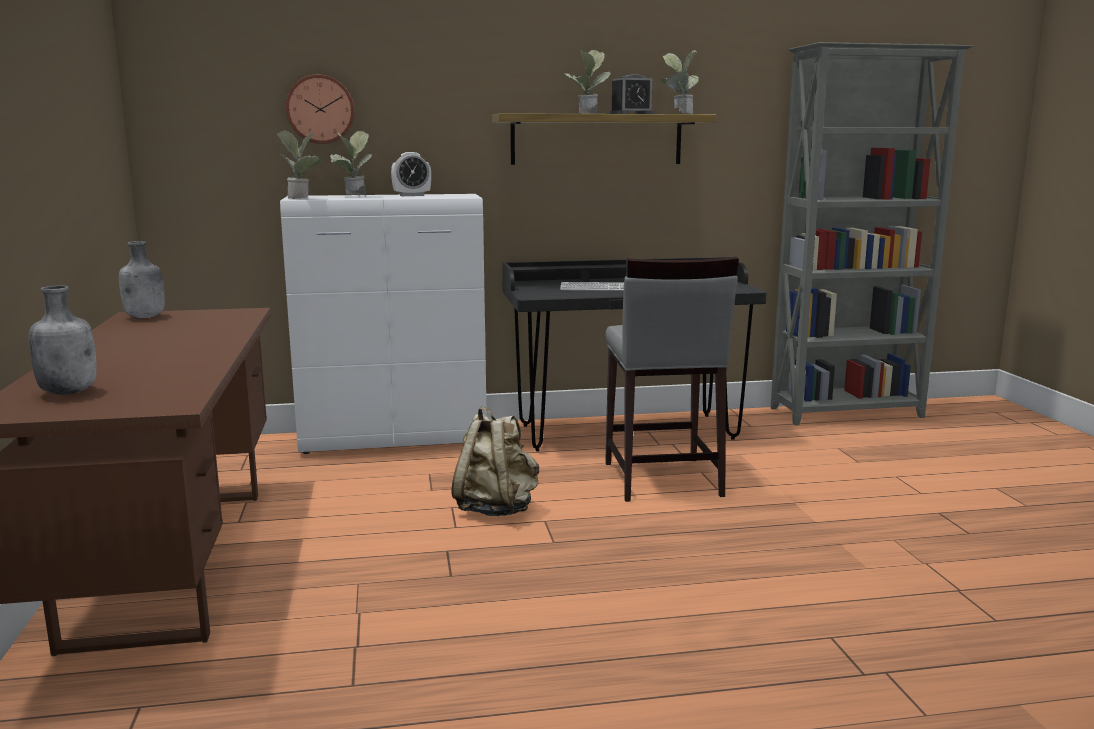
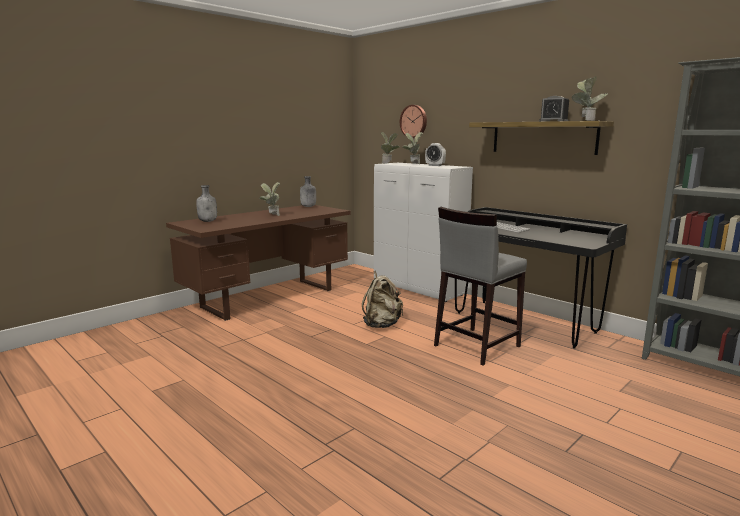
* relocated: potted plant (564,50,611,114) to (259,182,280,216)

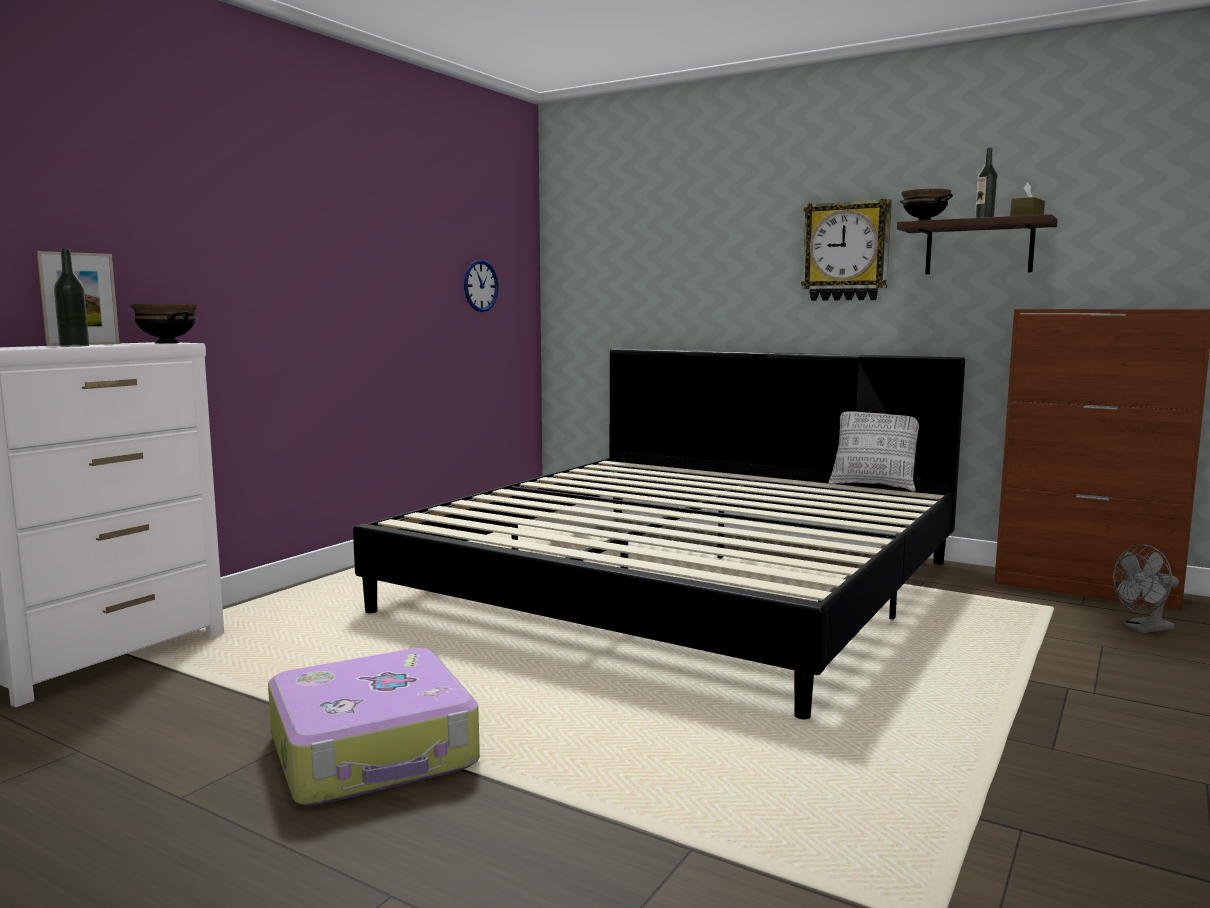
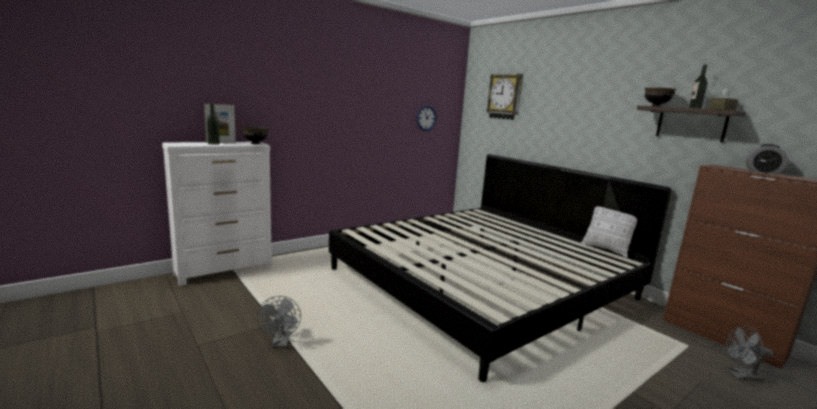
* appeared: alarm clock (746,144,788,175)
* relocated: wall clock (801,199,892,301) to (486,74,523,120)
* exchanged: suitcase (268,648,480,806) to grey fan (257,296,301,347)

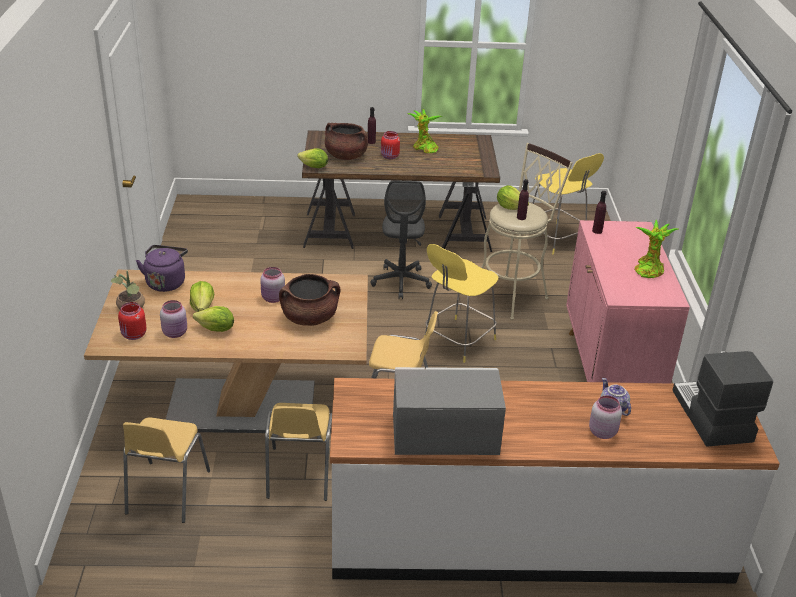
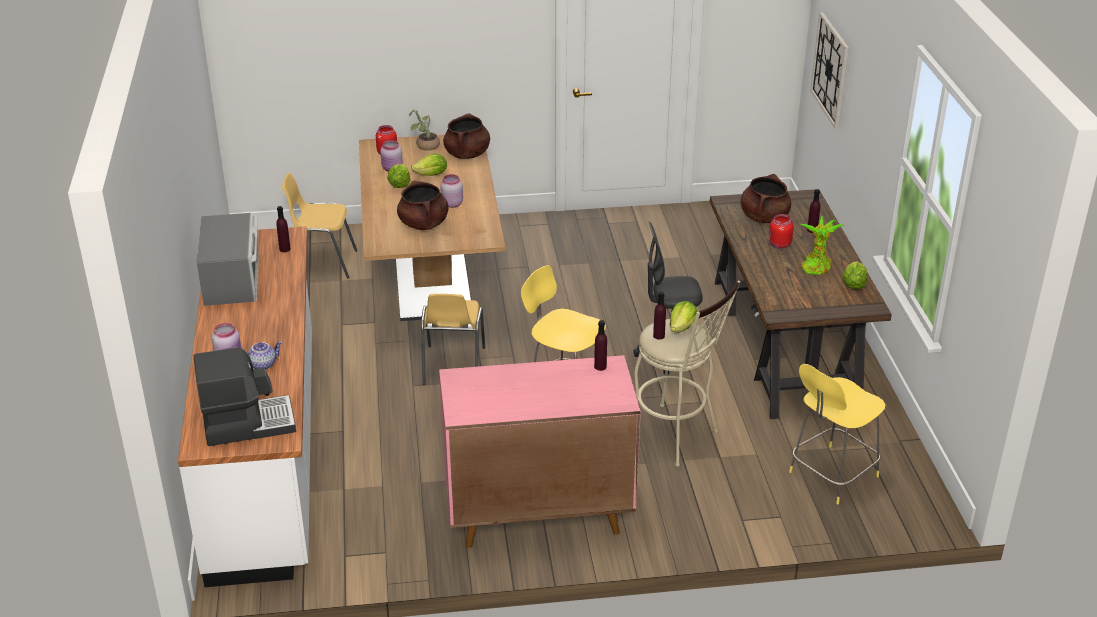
* missing: yellow chair (265,403,332,501)
* missing: potted plant (635,220,679,278)
* appeared: purple bottle (276,206,290,252)
* appeared: wall clock (810,12,849,129)
* relocated: lettuce (297,148,328,168) to (843,261,867,289)
* exchanged: purple kettle (136,245,188,292) to brown cooking pot (443,113,490,159)

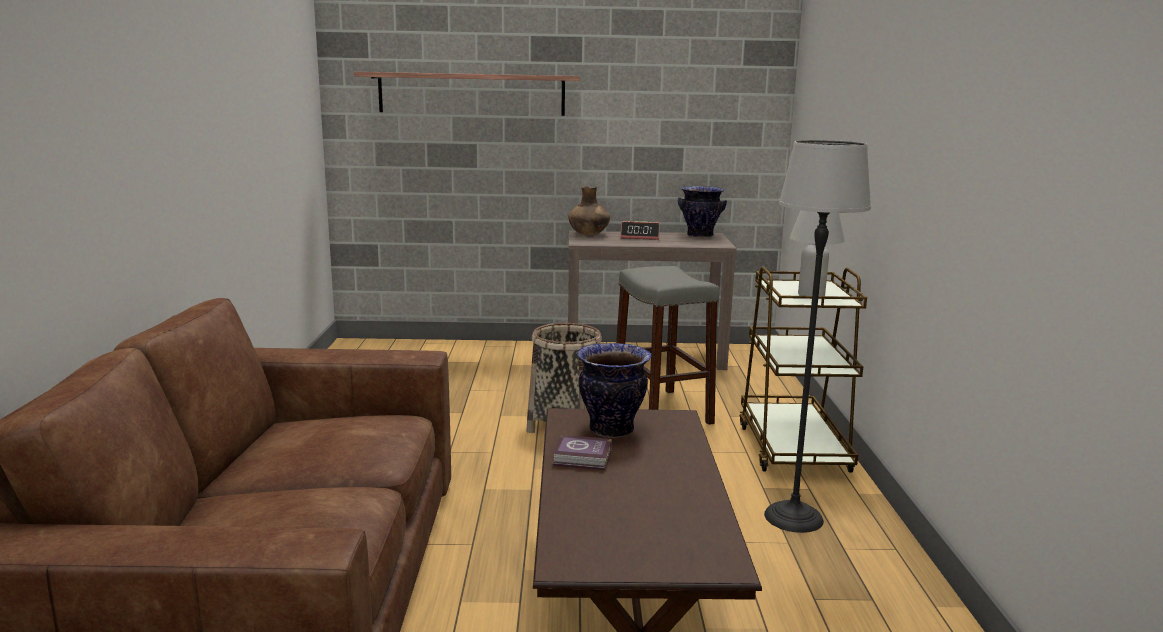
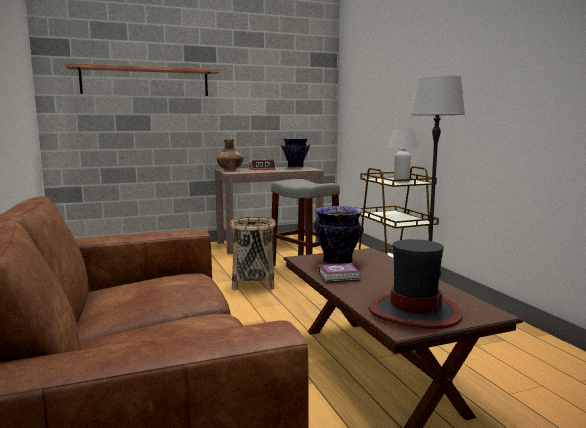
* appeared: hat (369,239,463,329)

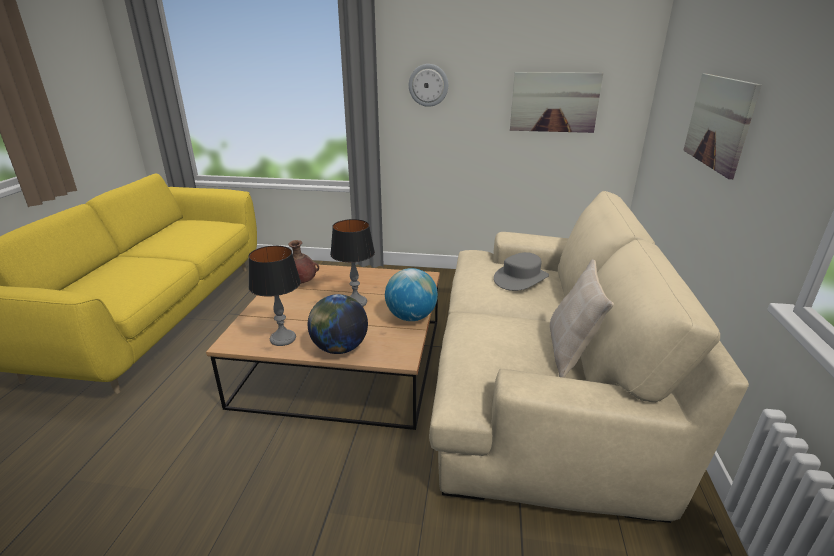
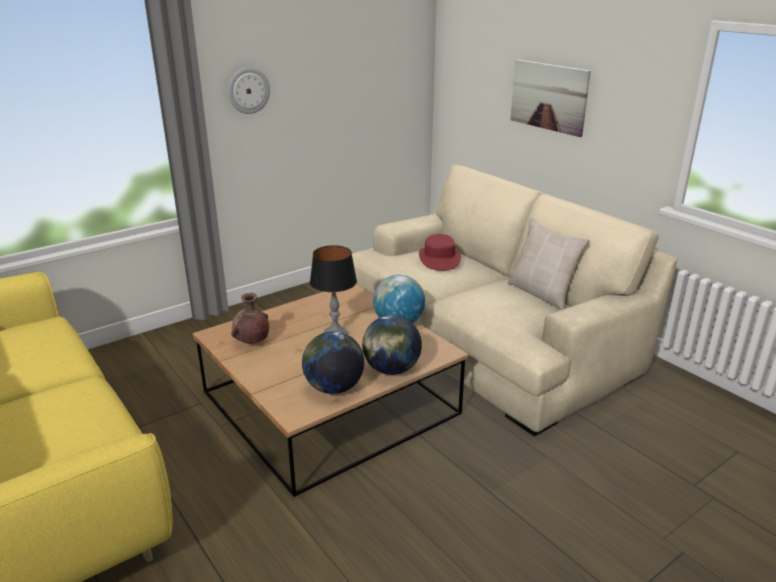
* missing: picture (510,72,603,133)
* exchanged: table lamp (249,246,301,346) to globe (302,331,364,394)
* colour: grey hat (494,252,549,291) to red hat (419,234,461,271)

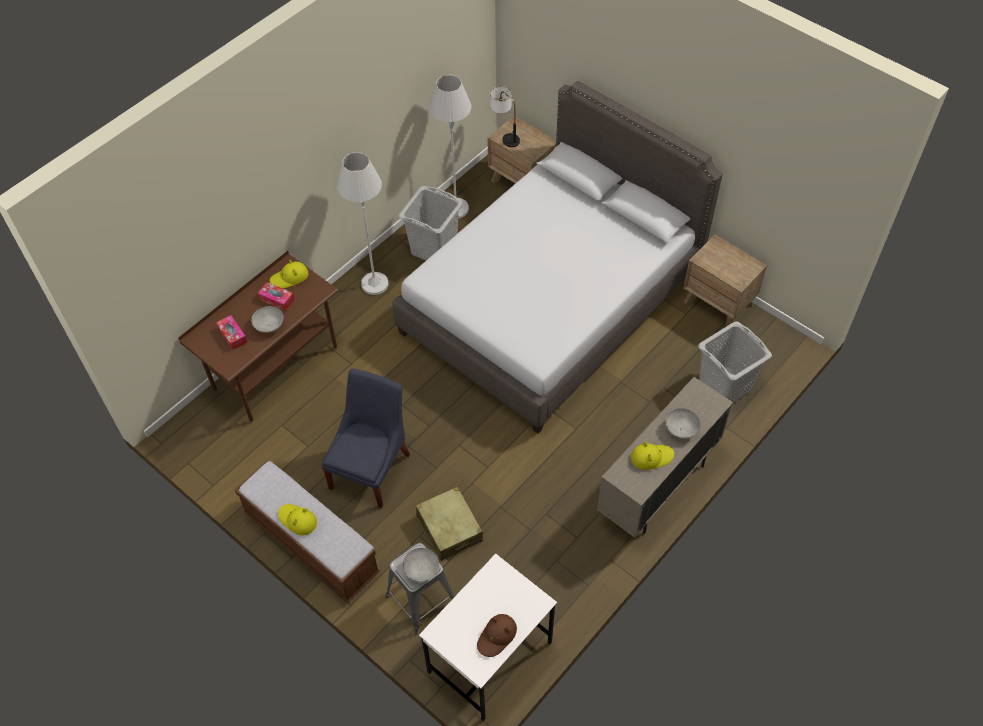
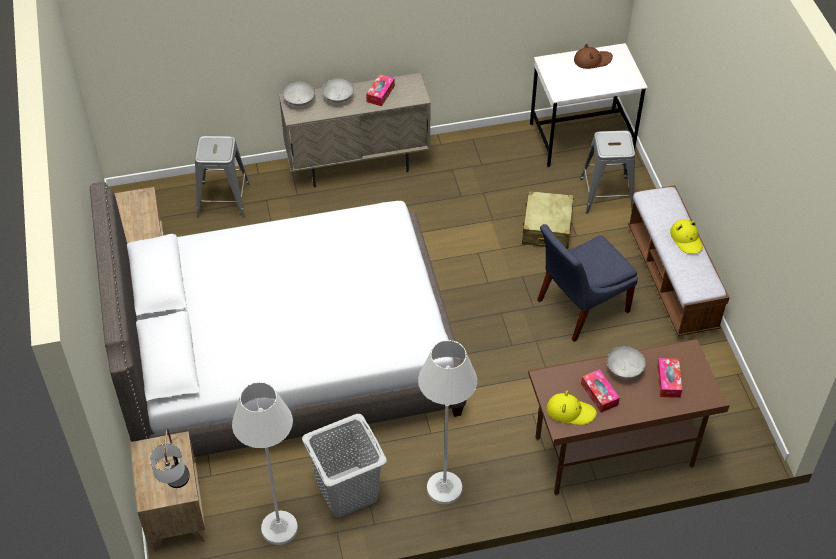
* relocated: grey bowl (403,548,439,582) to (283,82,315,106)
* exchanged: yellow hat (631,442,674,470) to tissue box (366,74,395,106)
* exchanged: grey laundry basket (698,322,772,403) to grey stool (195,136,250,218)

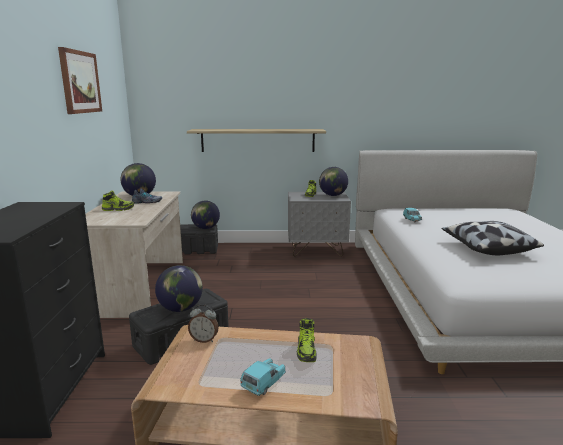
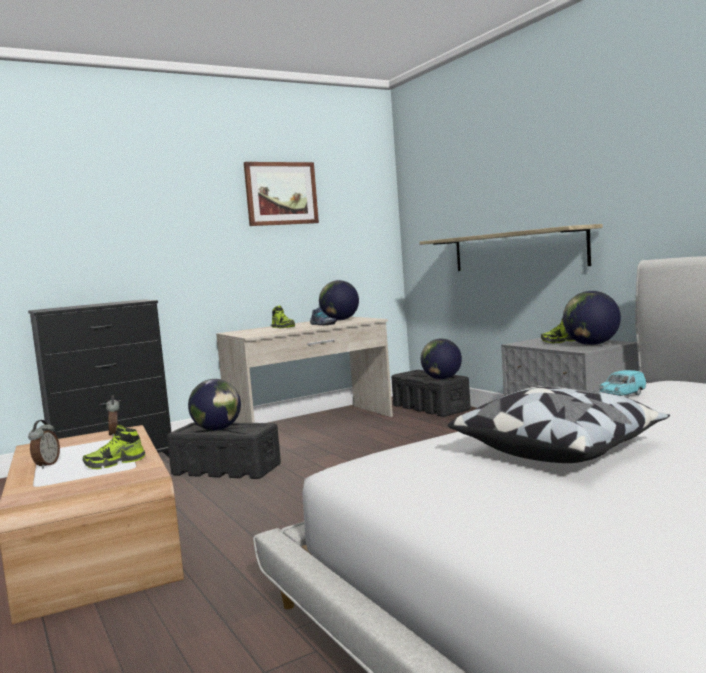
* exchanged: turquoise toy car (240,358,286,396) to alarm clock (28,420,60,469)

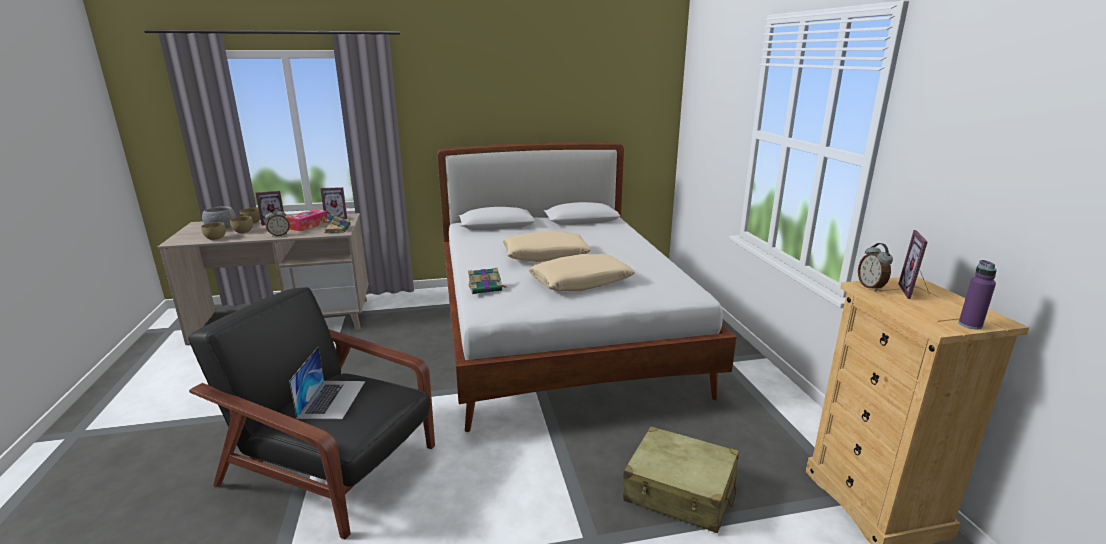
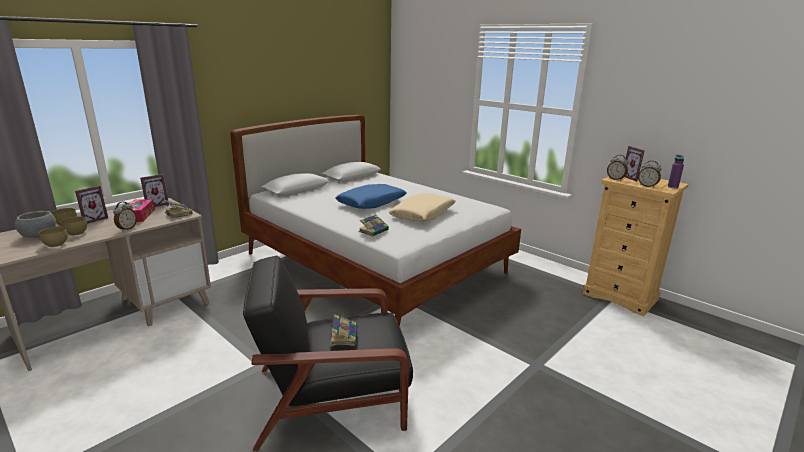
* missing: beige suitcase (623,426,739,533)
* appeared: alarm clock (638,161,661,188)
* exchanged: laptop (289,347,365,419) to book (330,314,357,346)
* colour: beige pillow (503,231,591,262) to blue pillow (335,184,407,209)

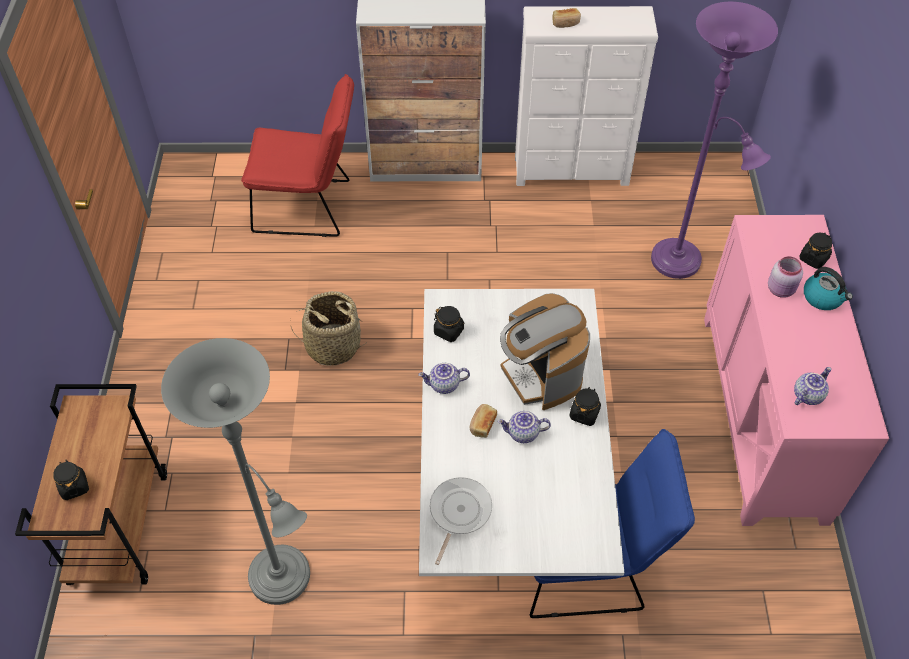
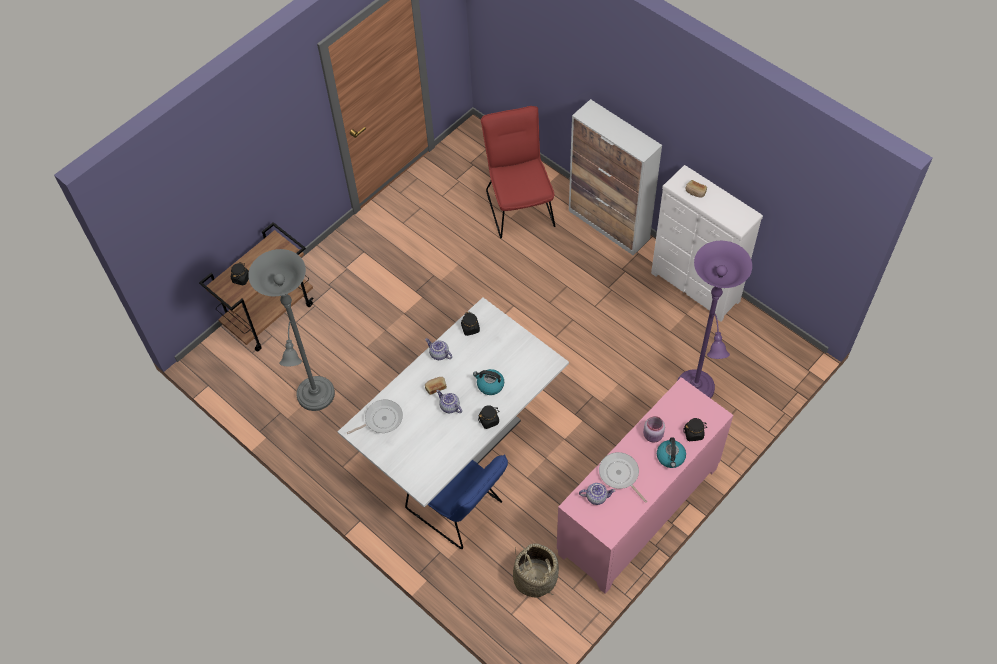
* appeared: frying pan (599,452,647,503)
* relocated: basket (291,291,368,366) to (513,544,559,597)
* exchanged: coffee machine (500,293,590,410) to kettle (473,369,504,395)
* spun: red chair (241,74,354,237) = (481,106,555,238) 150 degrees counterclockwise

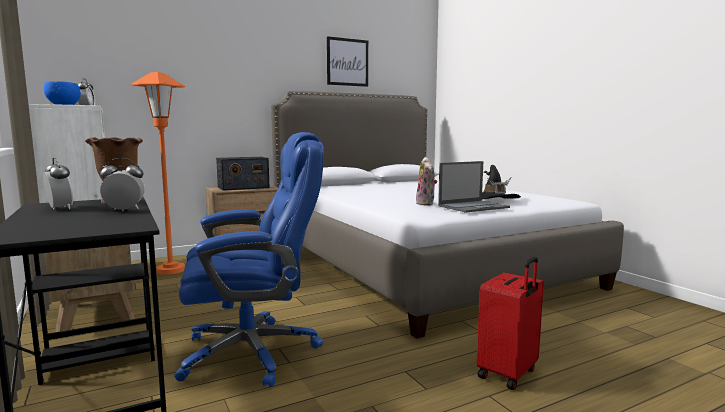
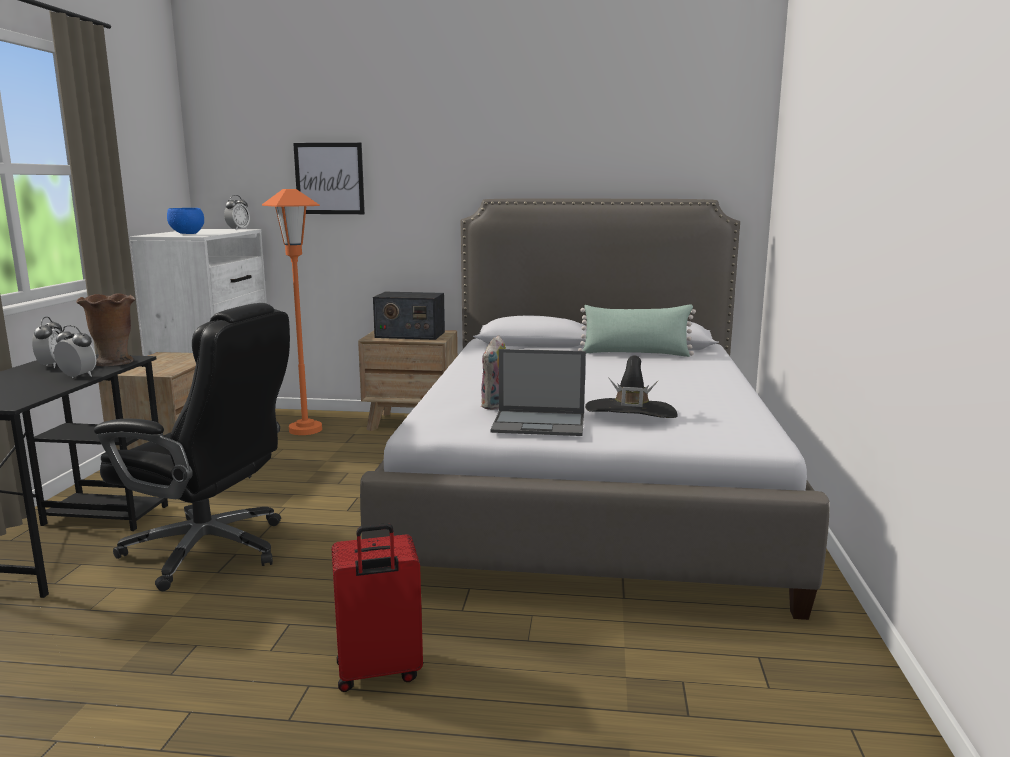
* appeared: green pillow (578,304,696,357)
* relocated: picture (327,36,368,87) to (293,143,365,214)
* colour: blue office chair (174,132,324,387) to black office chair (94,303,290,591)

